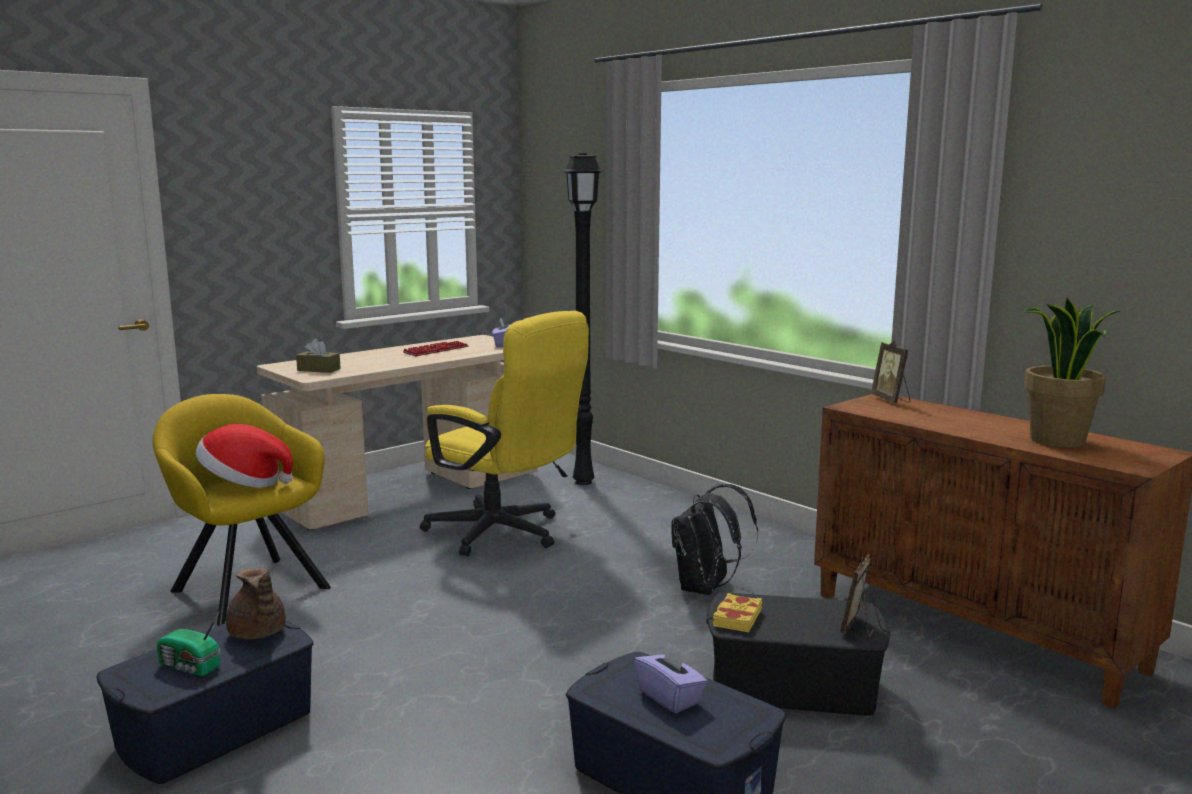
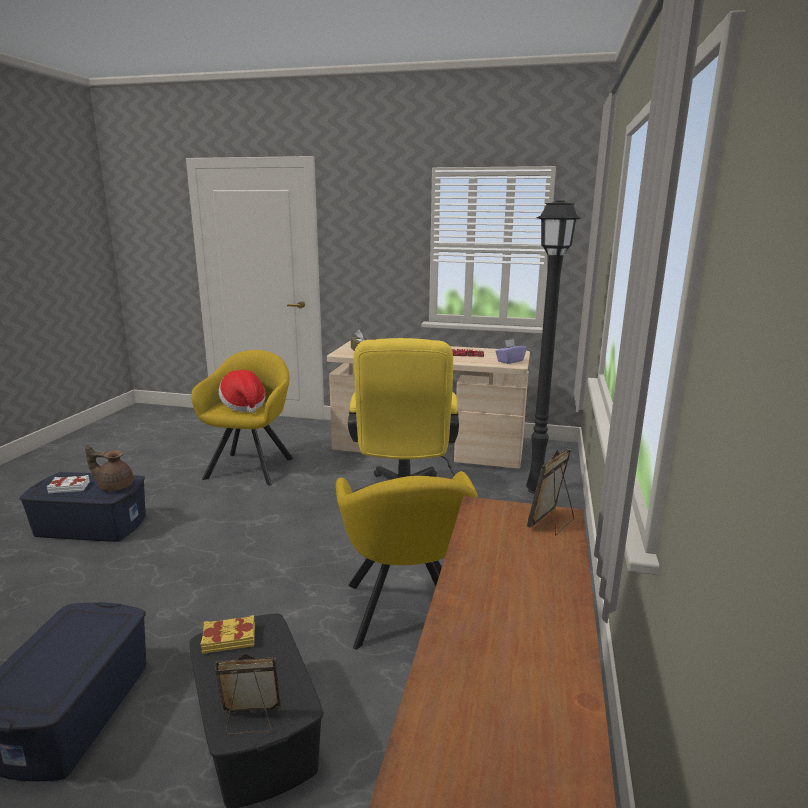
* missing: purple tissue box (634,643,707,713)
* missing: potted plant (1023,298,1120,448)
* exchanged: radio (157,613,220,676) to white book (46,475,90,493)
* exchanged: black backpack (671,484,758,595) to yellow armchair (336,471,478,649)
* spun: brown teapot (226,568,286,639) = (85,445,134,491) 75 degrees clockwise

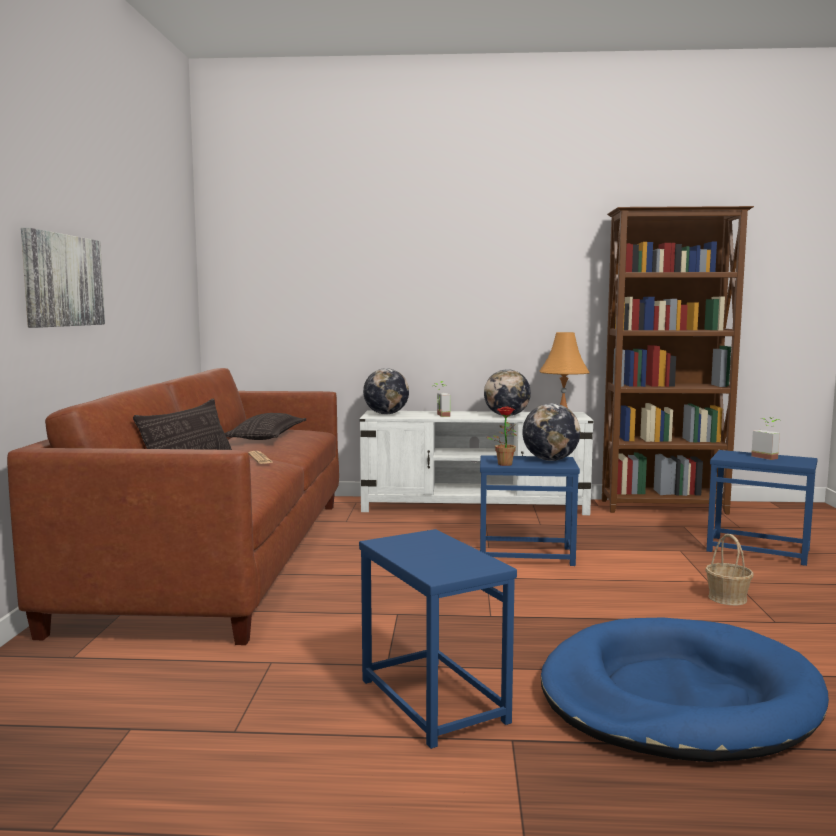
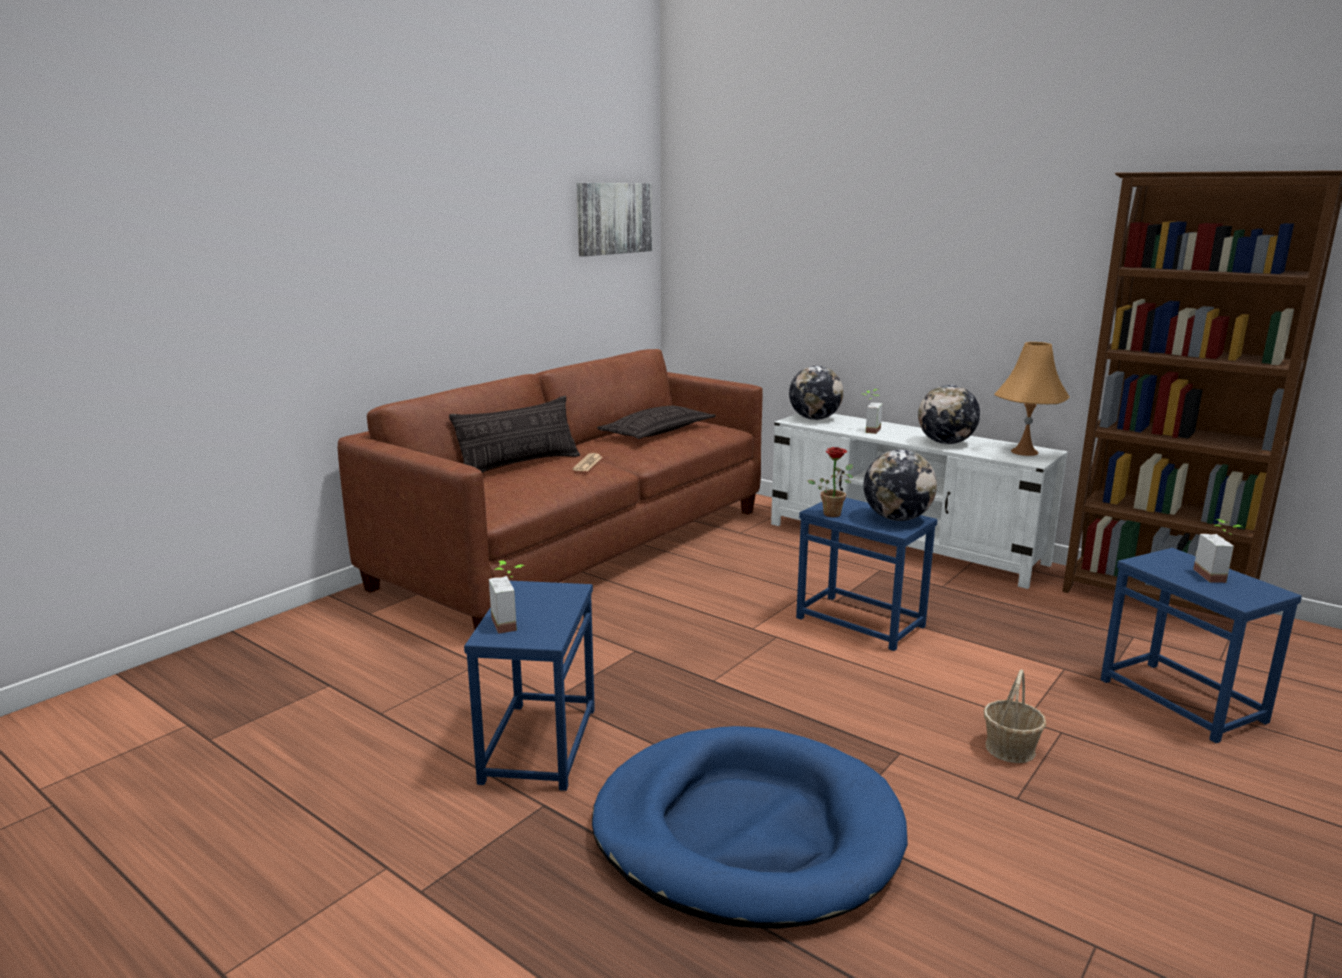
* appeared: potted plant (489,560,525,634)
* relocated: picture (21,228,105,328) to (577,183,652,256)

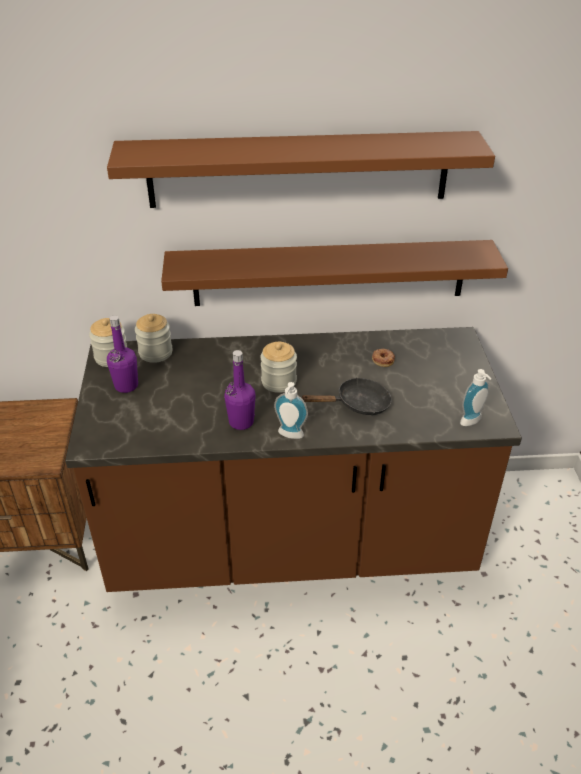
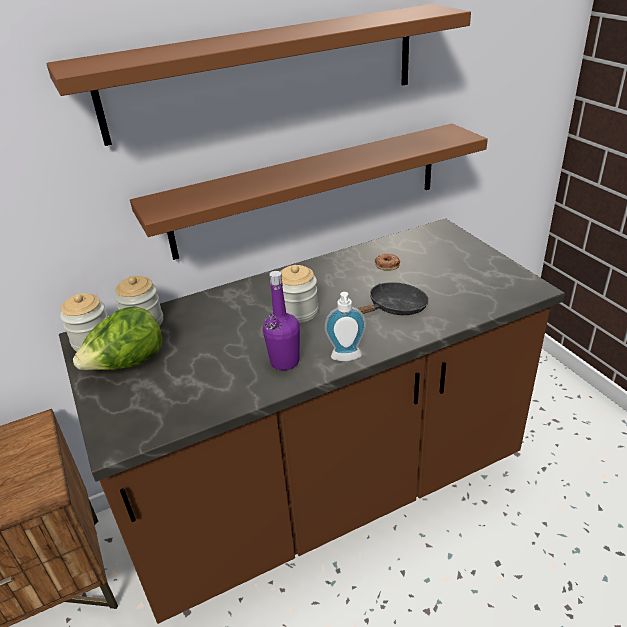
* missing: soap dispenser (460,369,492,426)
* exchanged: purple bottle (107,315,138,393) to lettuce (73,306,163,370)

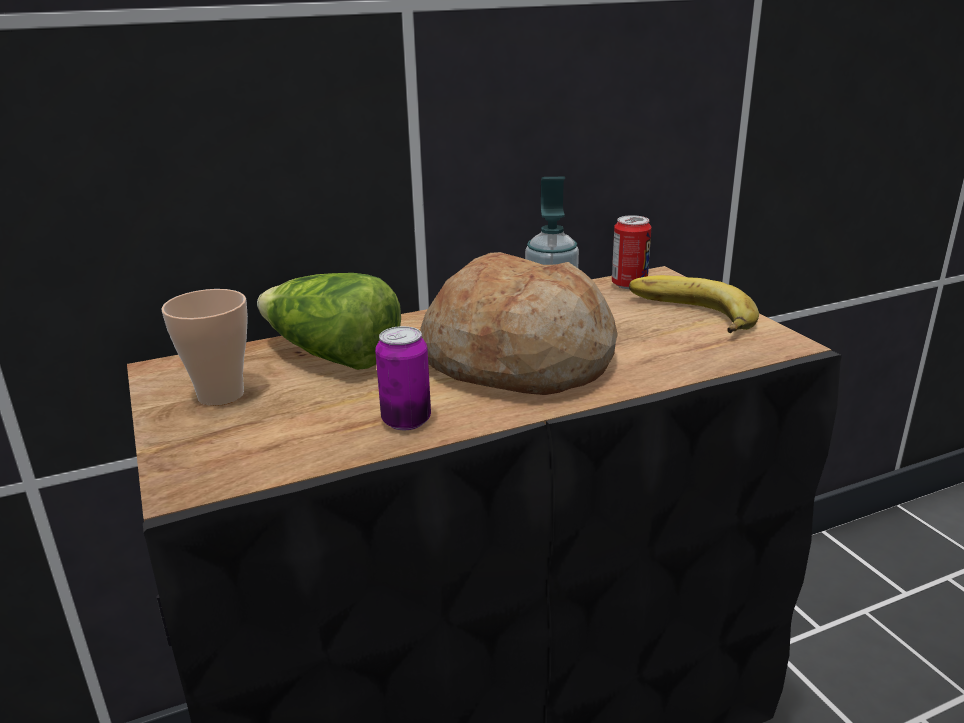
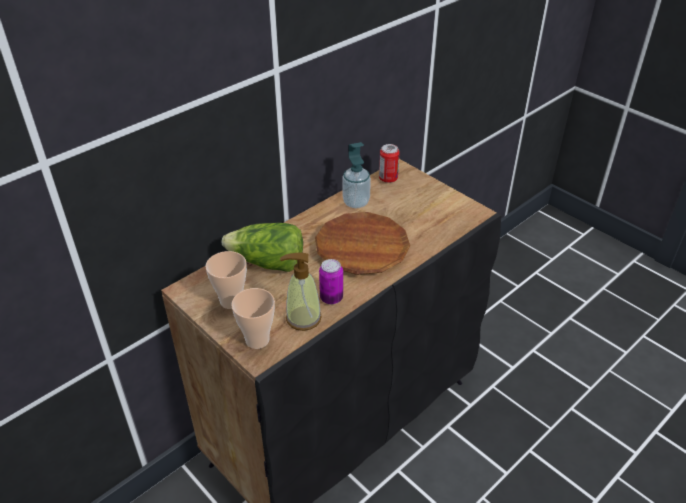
* missing: banana (629,275,759,333)
* appeared: cup (231,288,275,349)
* appeared: soap dispenser (280,253,322,331)
* exchanged: bread (421,252,618,395) to brown plate (315,212,410,275)

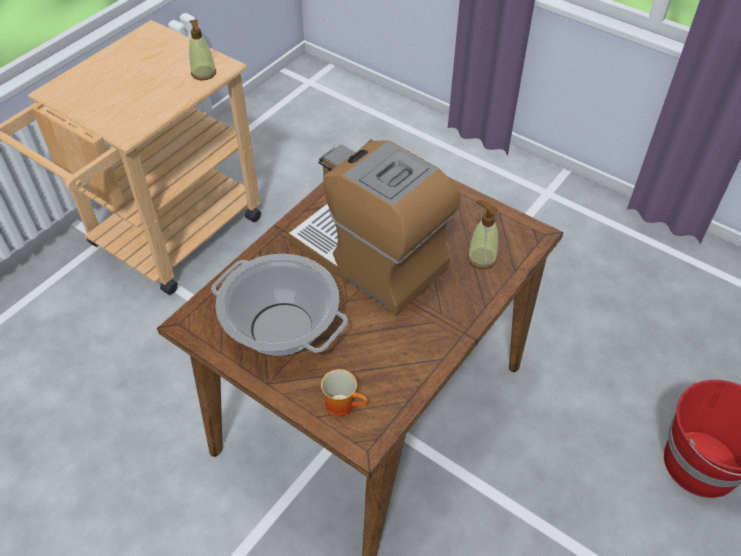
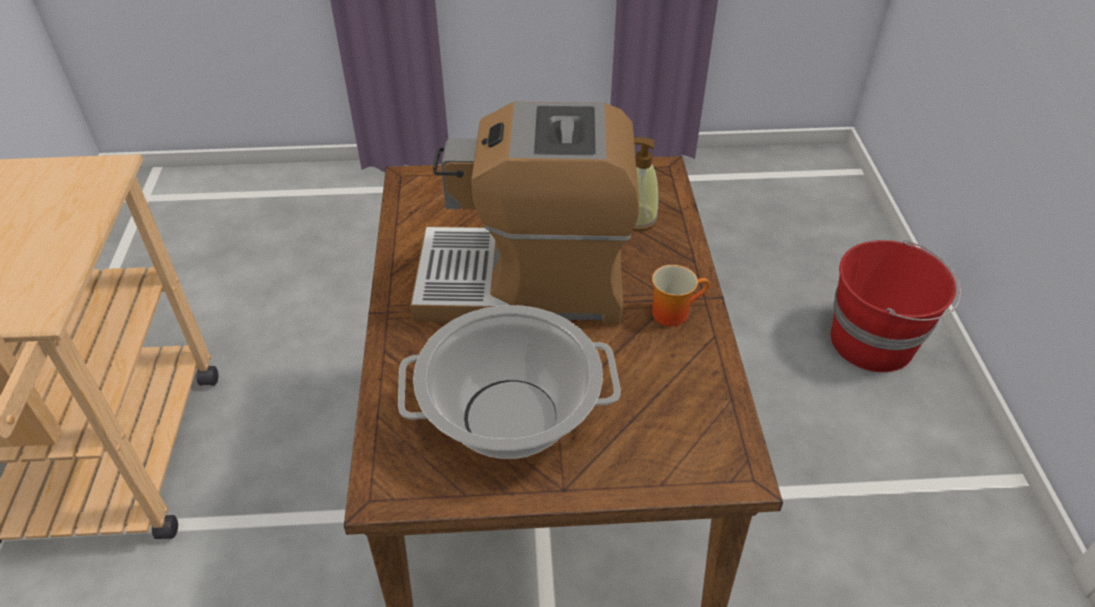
* missing: soap dispenser (189,19,216,80)
* relocated: mug (321,369,368,417) to (652,265,710,327)

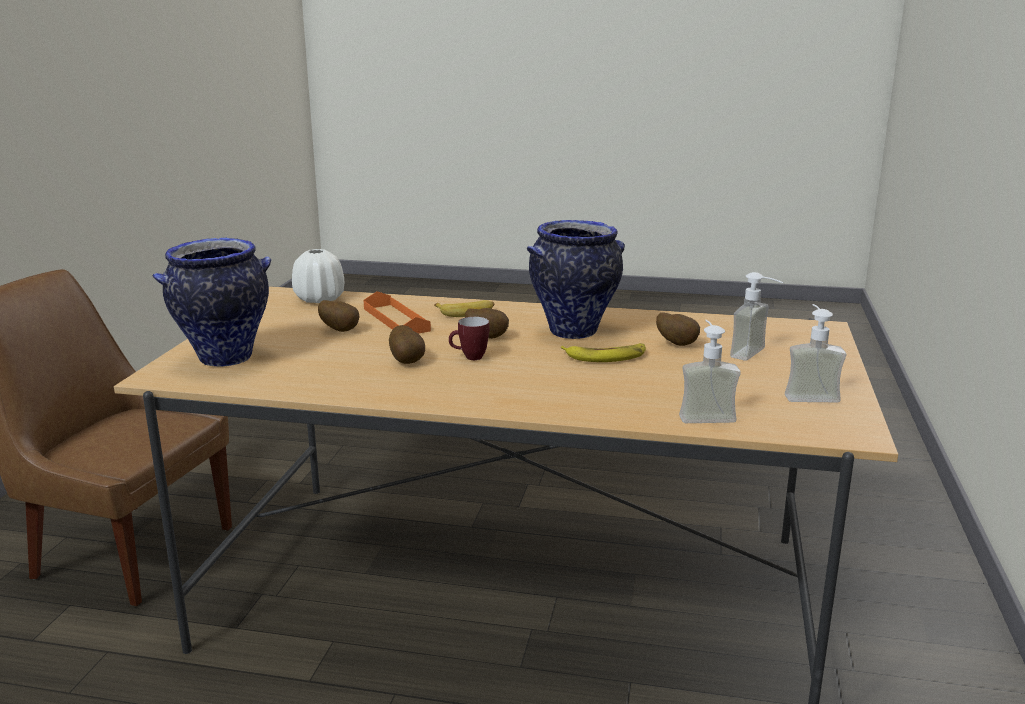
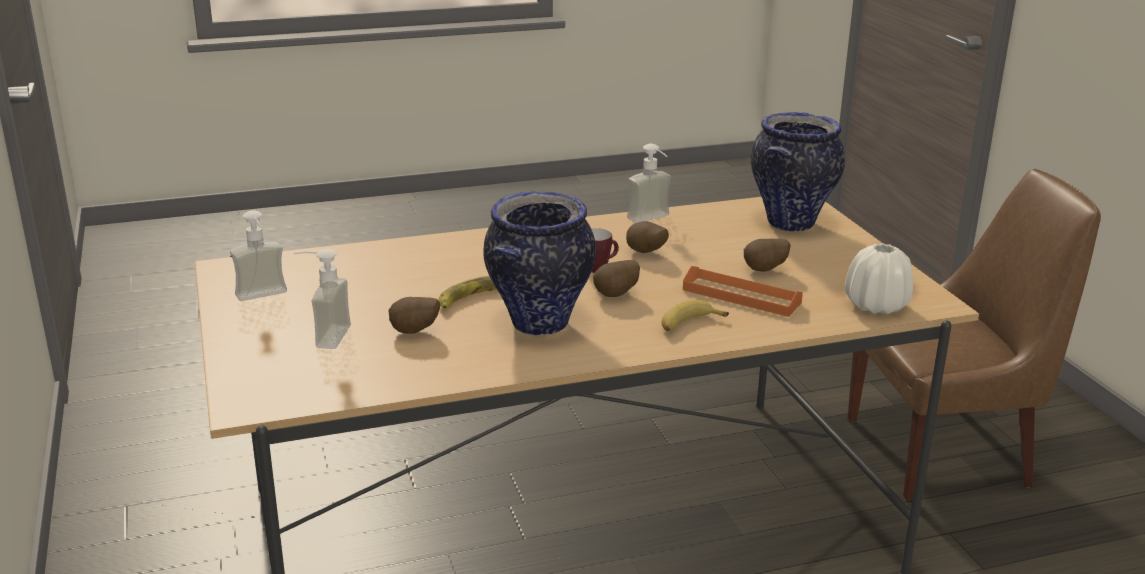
* relocated: soap dispenser (679,320,741,423) to (627,144,671,223)

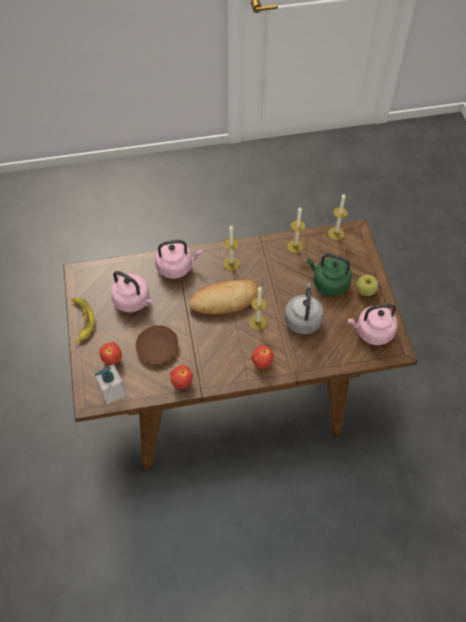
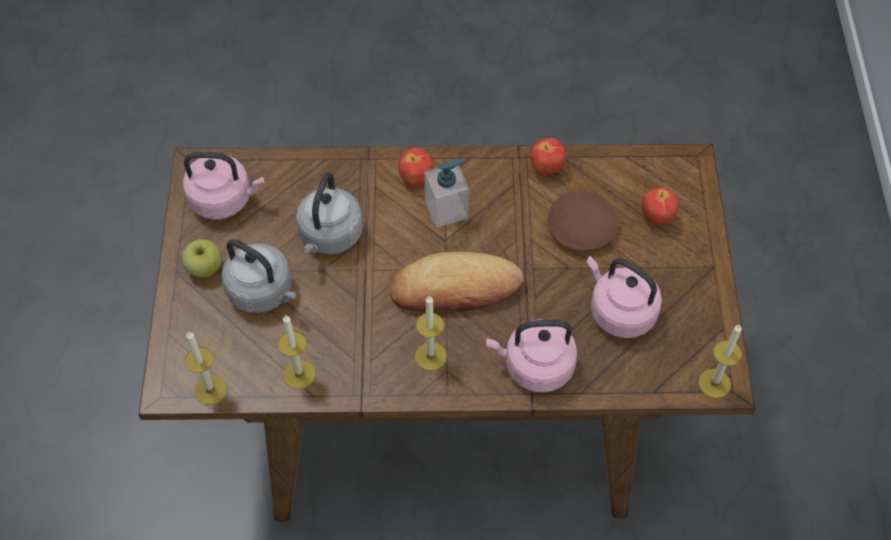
* missing: banana (71,298,95,343)
* relocated: soap dispenser (94,364,127,405) to (424,159,469,228)
* relocated: candle (249,286,267,330) to (698,324,742,398)
* colour: green kettle (307,253,352,296) to grey kettle (221,239,296,313)

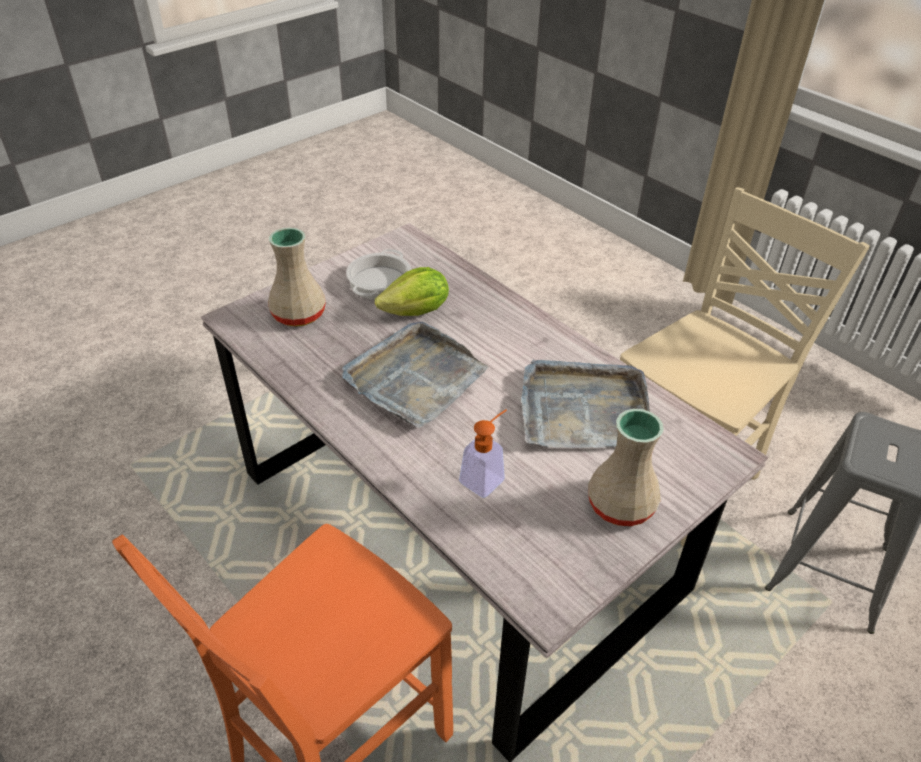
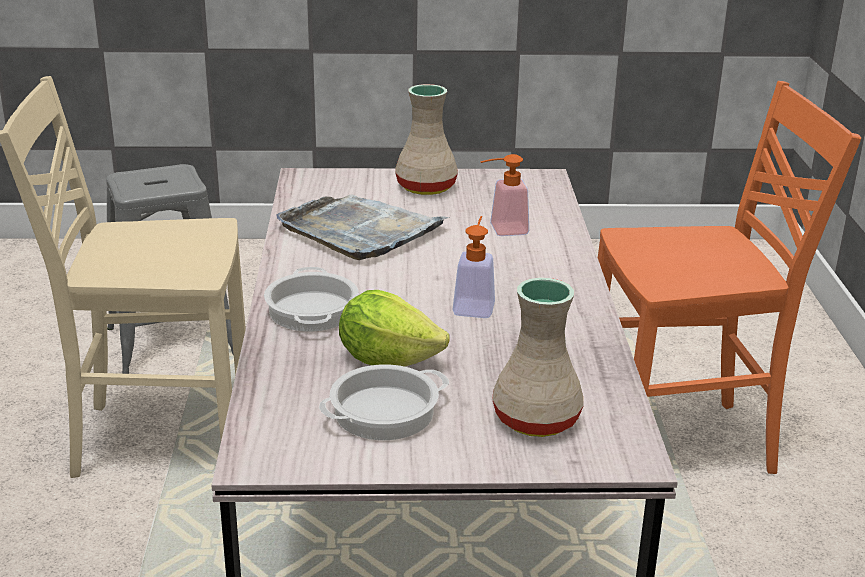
* appeared: cooking pot (264,267,359,331)
* exchanged: grey tray (342,322,488,428) to soap dispenser (452,216,495,318)

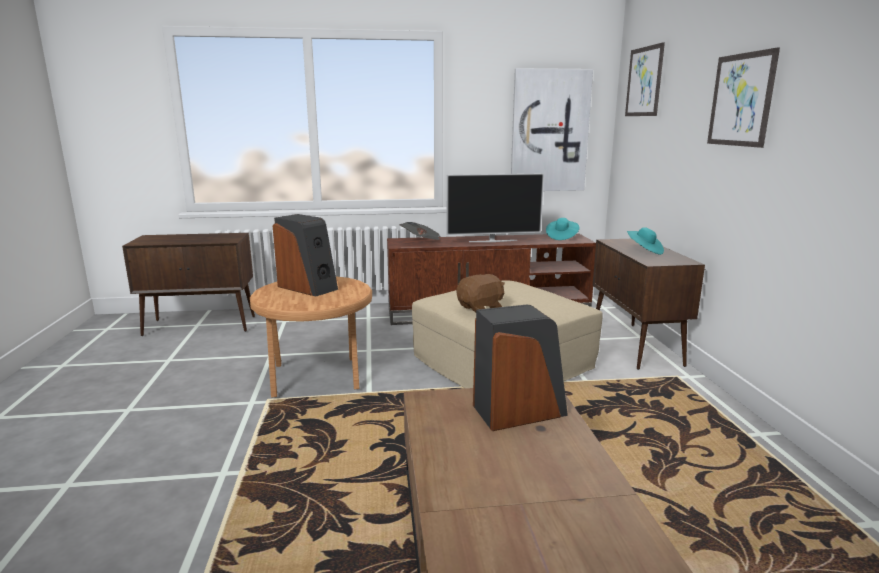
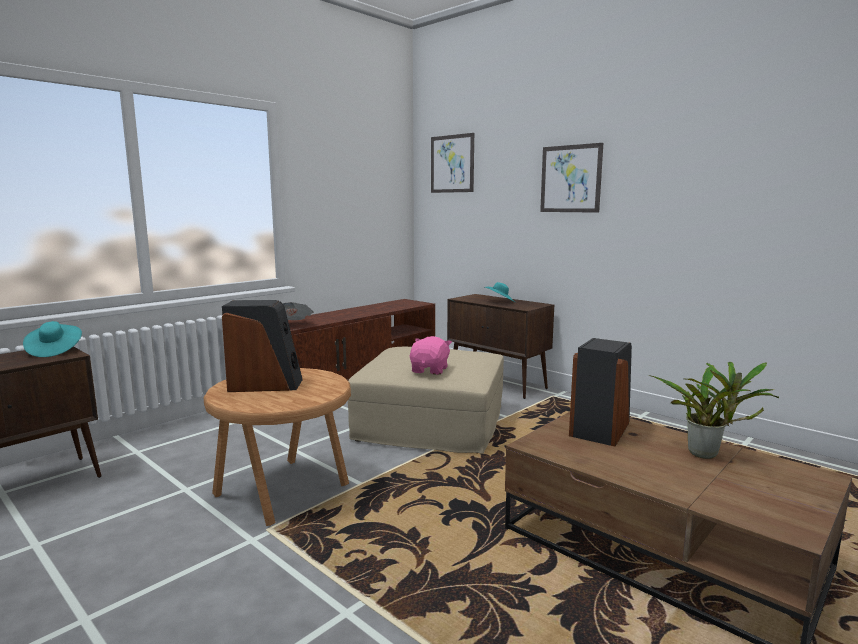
* missing: television (447,173,544,242)
* missing: picture (511,68,593,191)
* appeared: potted plant (649,361,779,459)
* relocated: turquoise hat (546,218,580,240) to (23,321,82,357)
* colour: brown plush toy (457,274,505,312) to pink plush toy (410,336,452,375)

